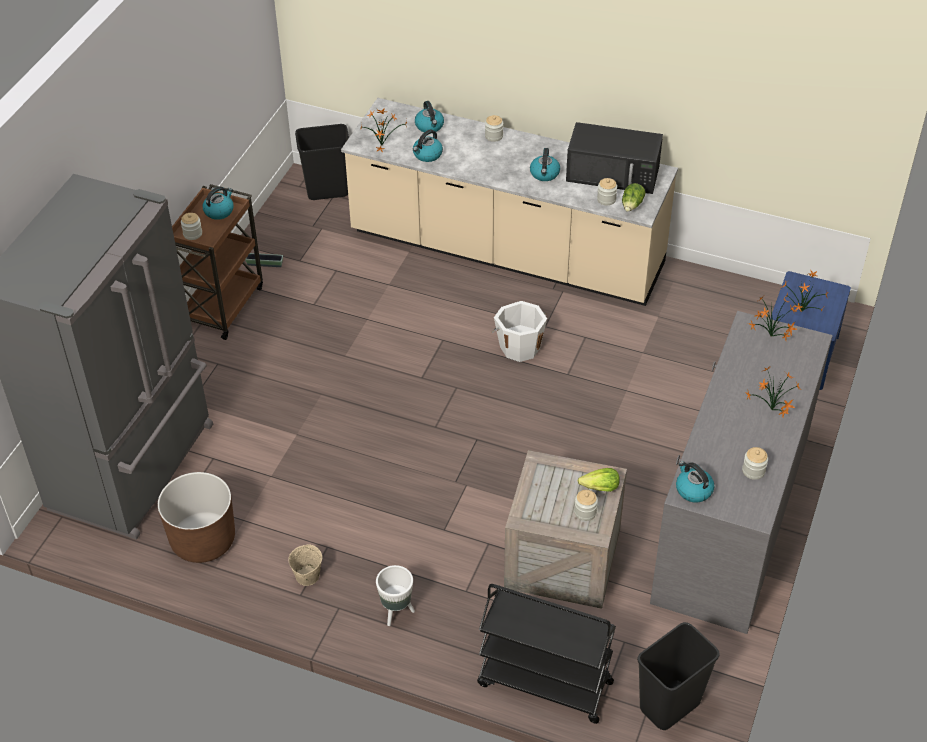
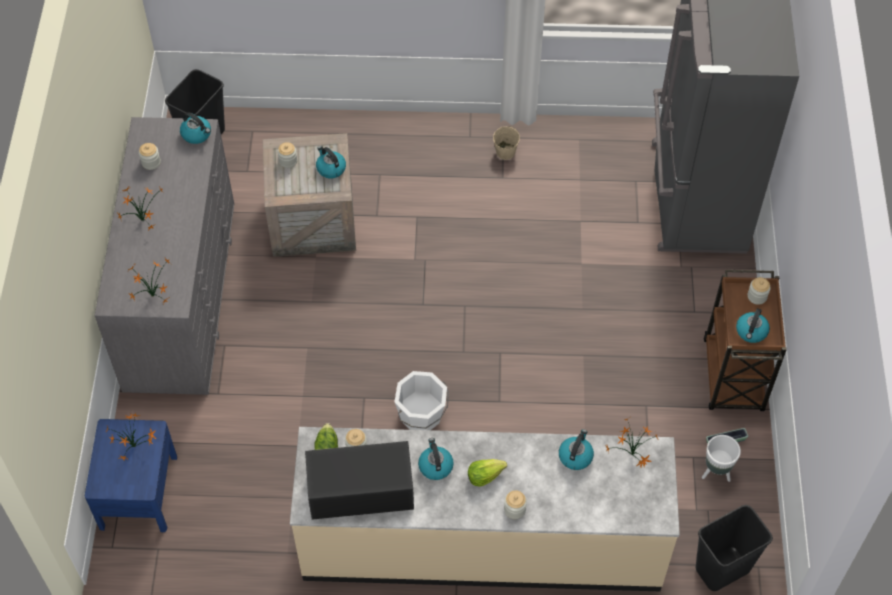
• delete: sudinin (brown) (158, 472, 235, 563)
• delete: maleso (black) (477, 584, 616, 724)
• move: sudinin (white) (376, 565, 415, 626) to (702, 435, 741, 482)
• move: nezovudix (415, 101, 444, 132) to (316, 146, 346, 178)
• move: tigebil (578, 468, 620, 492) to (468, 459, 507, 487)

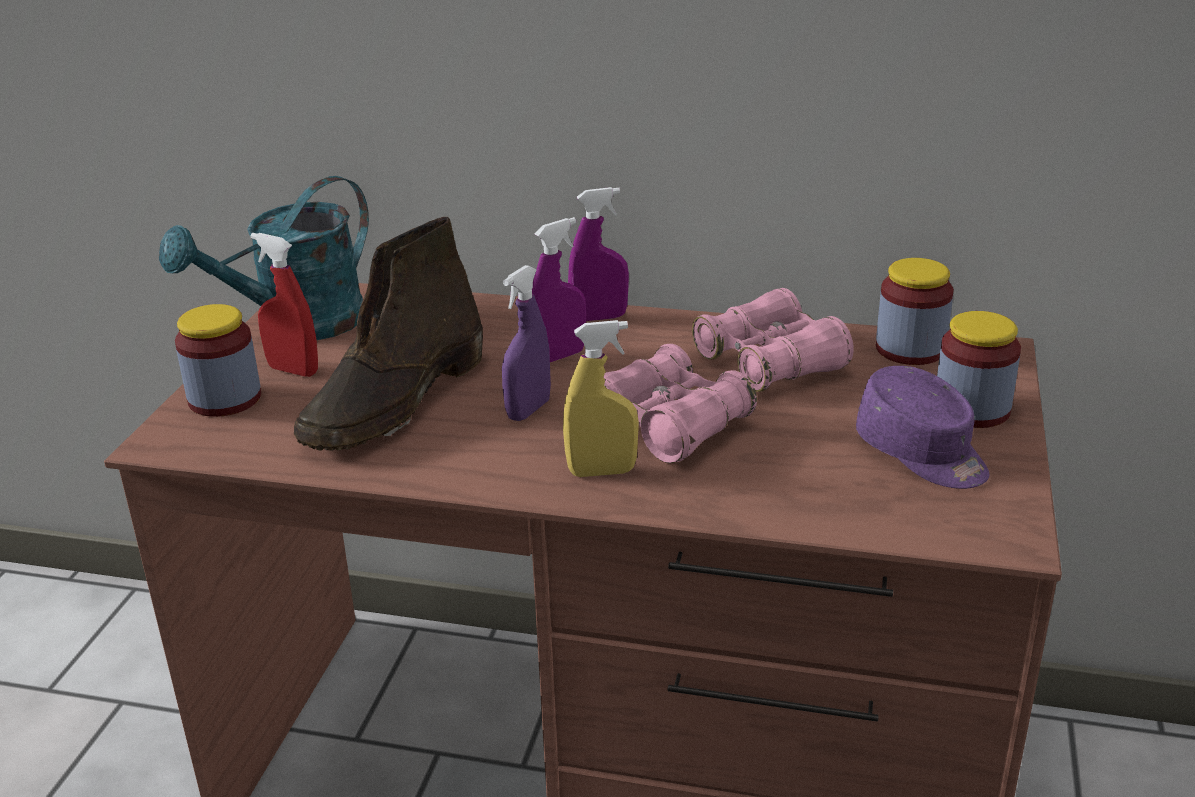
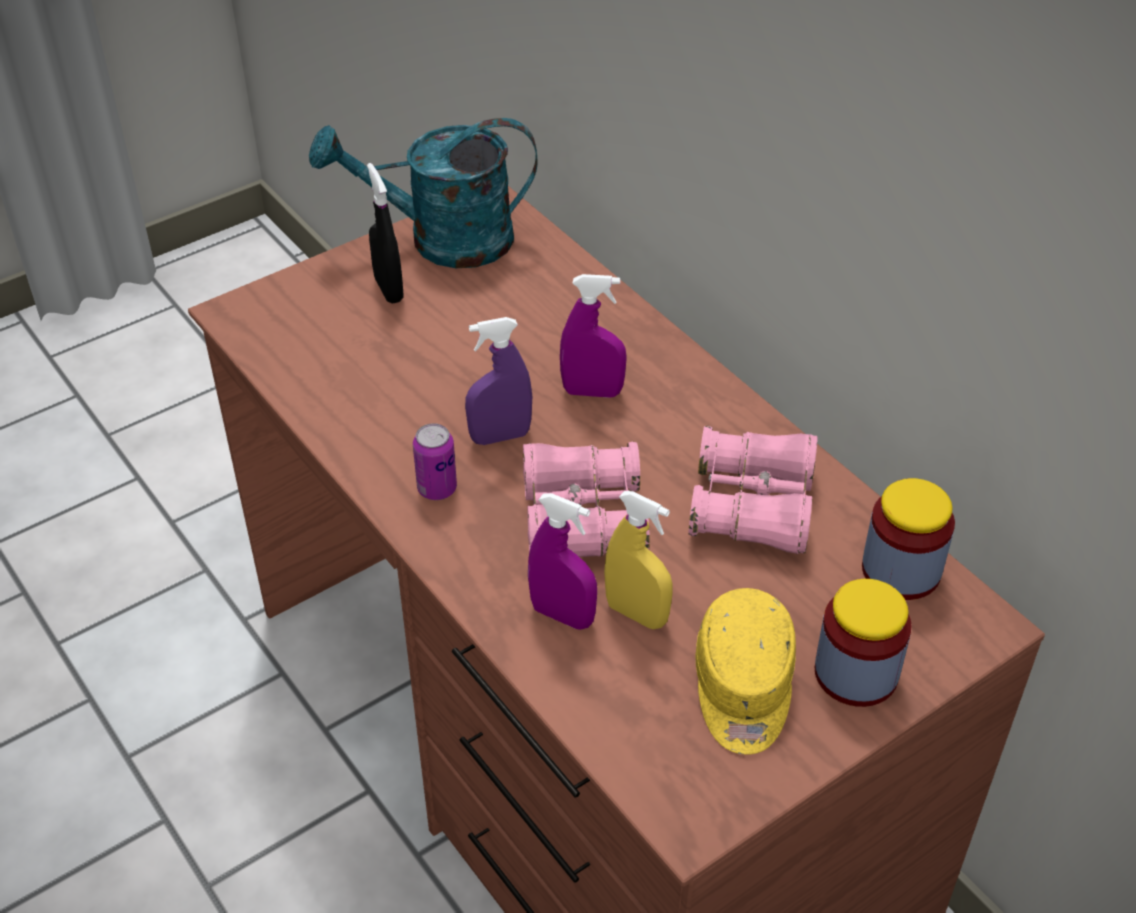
• delete: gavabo (175, 304, 261, 417)
• delete: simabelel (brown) (294, 217, 483, 451)
• insert: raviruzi (413, 423, 457, 500)
• move: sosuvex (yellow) (563, 320, 639, 477) to (604, 491, 673, 629)
• move: sosuvex (purple) (568, 187, 629, 321) to (528, 493, 597, 630)
• recolor: sosuvex (red) (250, 233, 318, 377) to sosuvex (black) (367, 163, 403, 304)
• recolor: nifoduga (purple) (856, 366, 989, 489) to nifoduga (yellow) (695, 588, 796, 755)

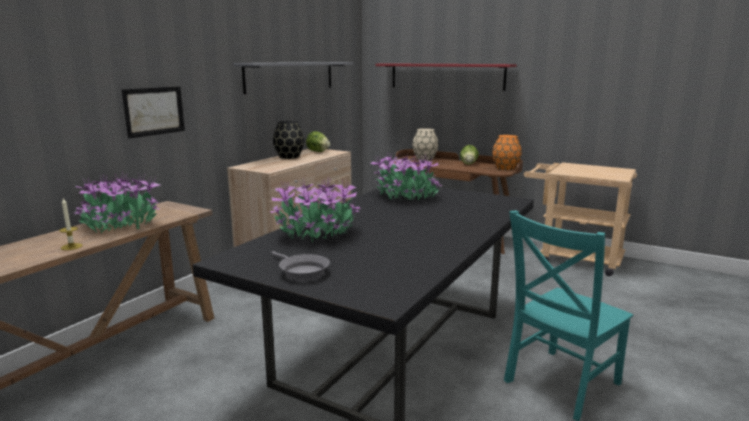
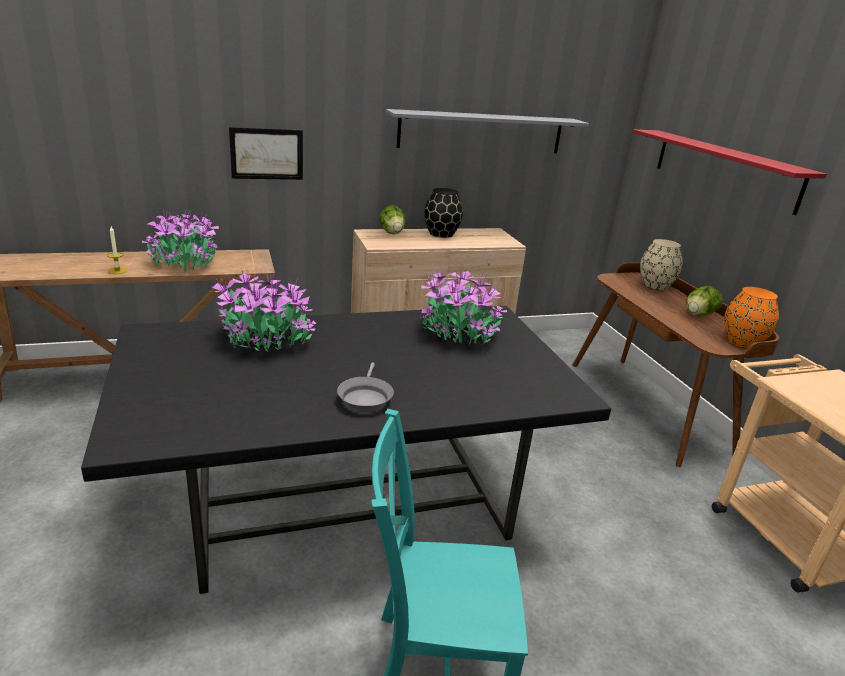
• move: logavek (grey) (271, 251, 330, 281) to (337, 363, 394, 412)
• move: tigebil (306, 131, 330, 152) to (379, 205, 406, 235)

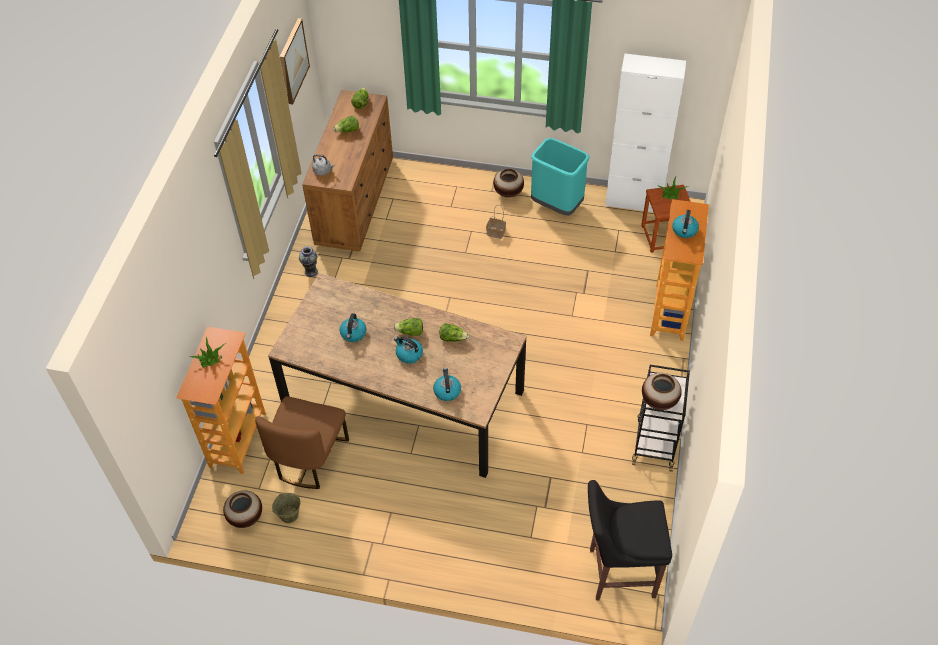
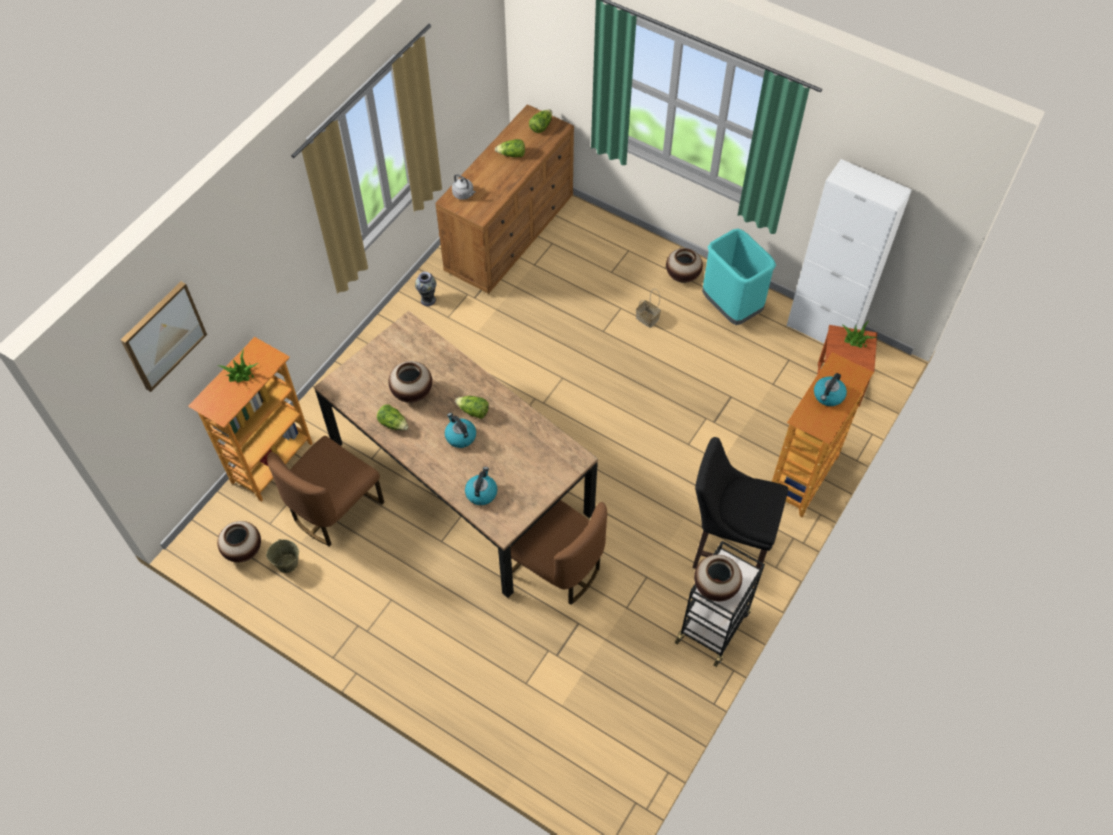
• insert: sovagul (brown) (510, 500, 607, 605)
• move: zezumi (280, 18, 310, 104) to (121, 281, 207, 392)
• move: tigebil (439, 323, 469, 342) to (377, 404, 408, 430)
• move: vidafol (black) (588, 480, 672, 601) to (692, 437, 788, 587)
• replace: nezovudix (340, 313, 366, 342) to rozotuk (388, 361, 432, 403)

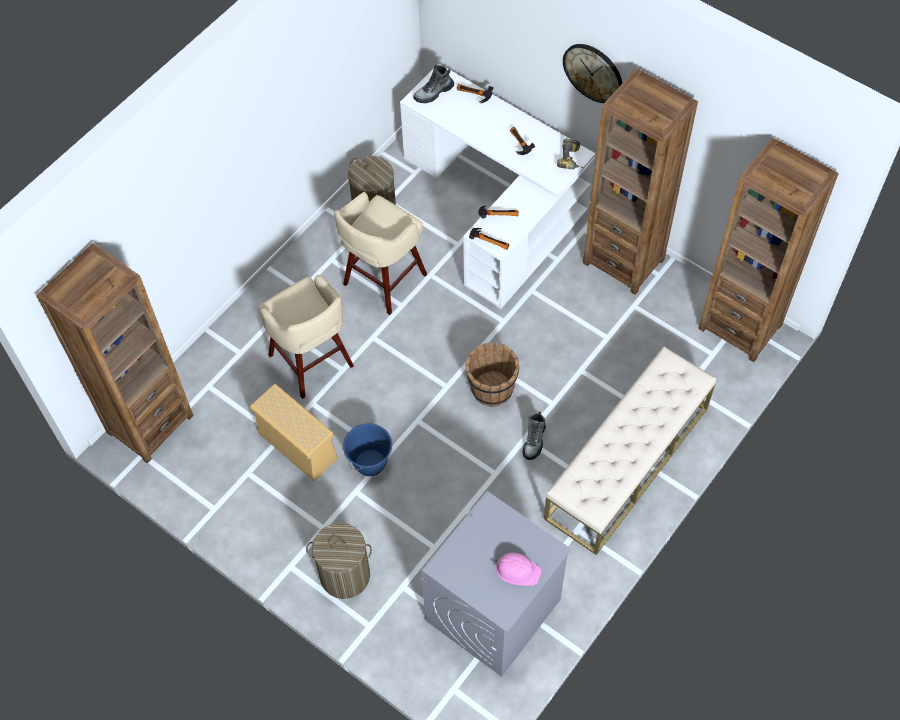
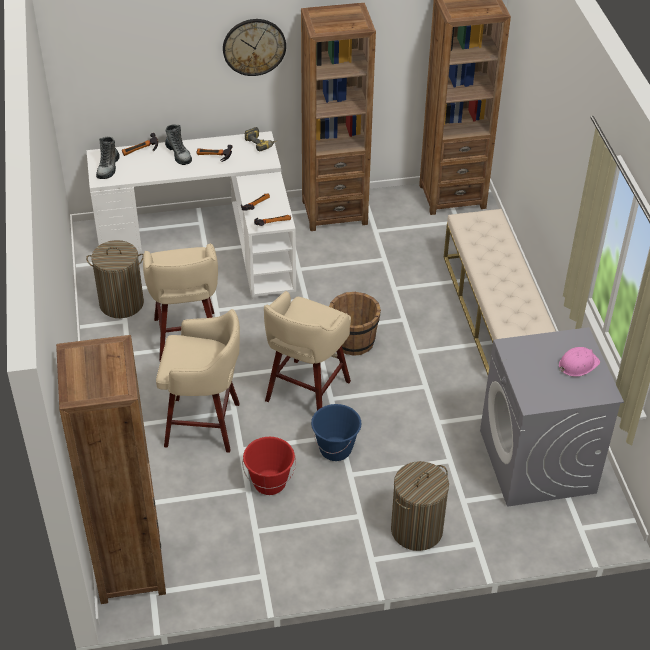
• insert: vidafol (beige) (264, 291, 351, 410)
• move: simabelel (523, 412, 546, 460) to (165, 124, 192, 165)
• replace: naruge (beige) (250, 384, 338, 481) to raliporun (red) (242, 437, 296, 495)

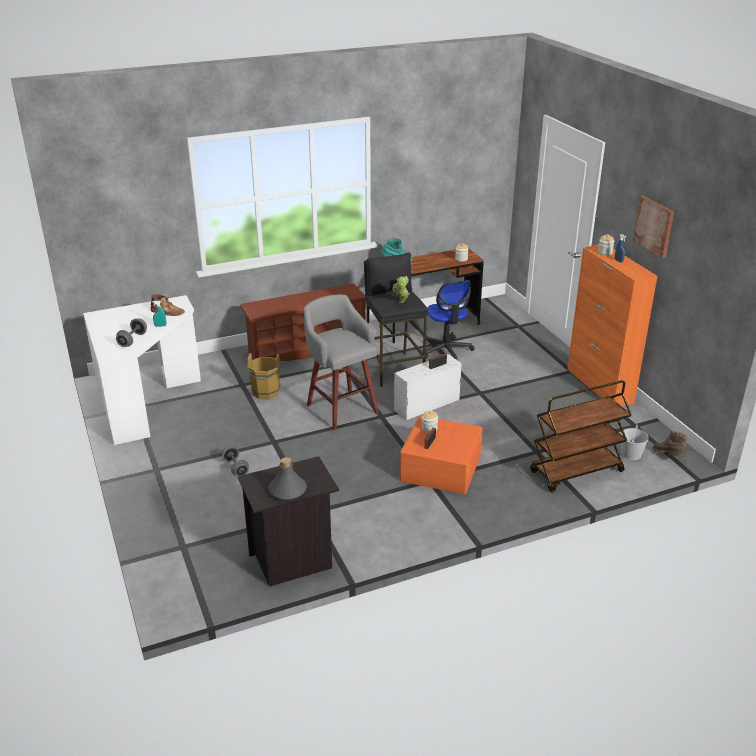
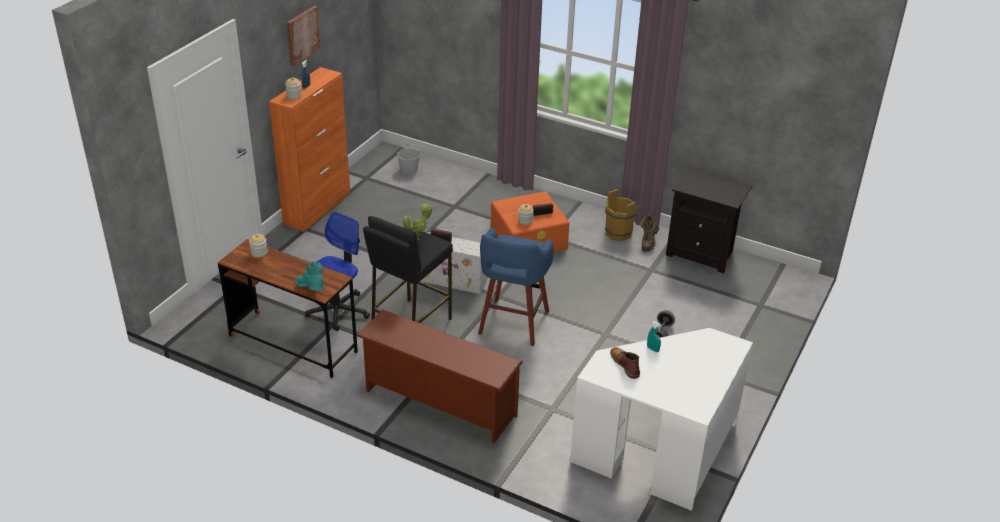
• delete: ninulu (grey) (116, 318, 147, 347)
• delete: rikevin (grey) (268, 457, 307, 500)
• delete: maleso (brown) (530, 380, 632, 492)
• move: raliporun (brown) (246, 353, 281, 400) to (605, 189, 640, 241)
• move: simabelel (brown) (653, 431, 687, 457) to (639, 214, 659, 252)
• recolor: vidafol (grey) (304, 295, 379, 430) to vidafol (blue) (478, 228, 554, 346)

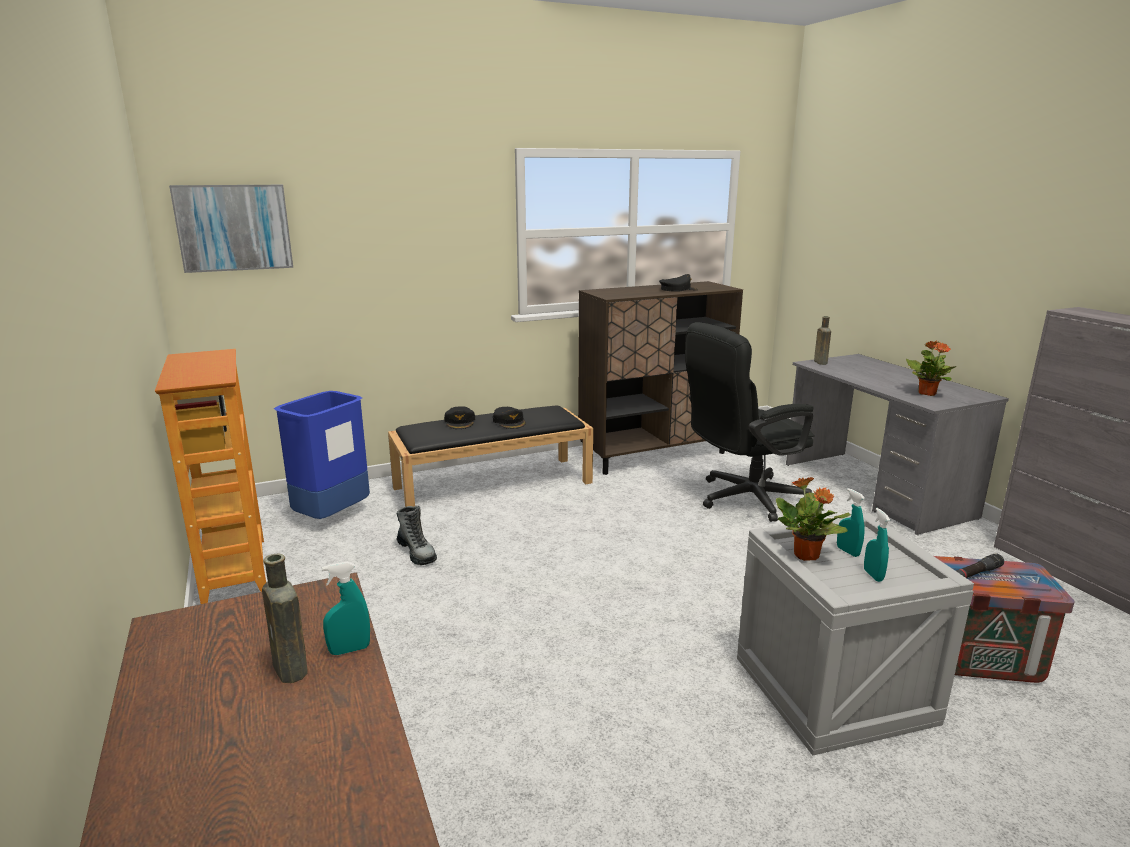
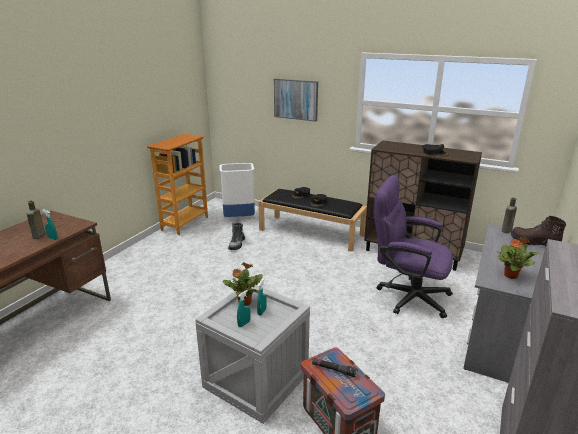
• insert: simabelel (brown) (511, 216, 566, 246)
• move: zezumi (169, 185, 293, 273) to (274, 79, 318, 121)
• recolor: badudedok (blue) (274, 391, 370, 519) to badudedok (white) (219, 163, 255, 217)
• recolor: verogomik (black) (685, 322, 814, 522) to verogomik (purple) (373, 175, 453, 318)

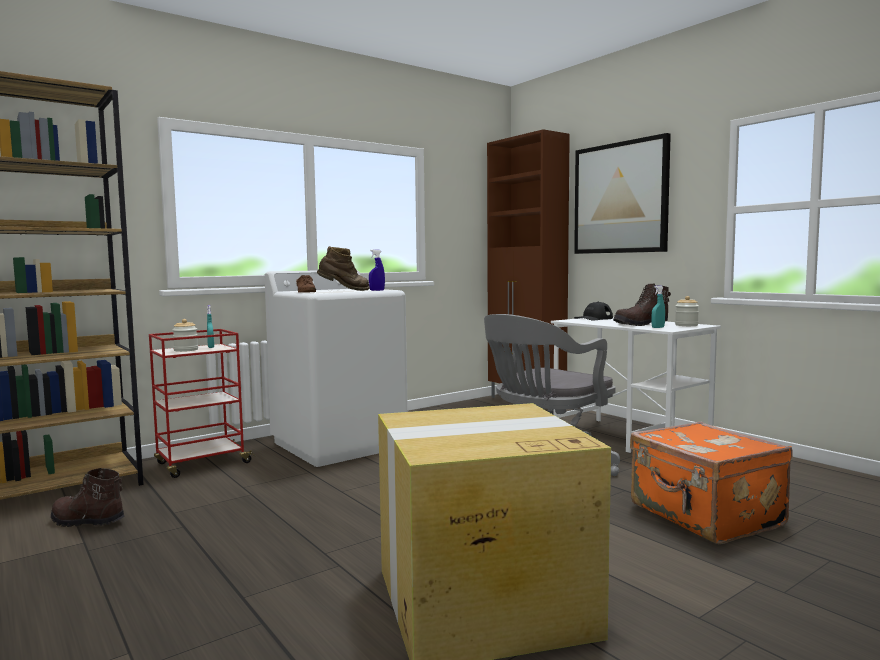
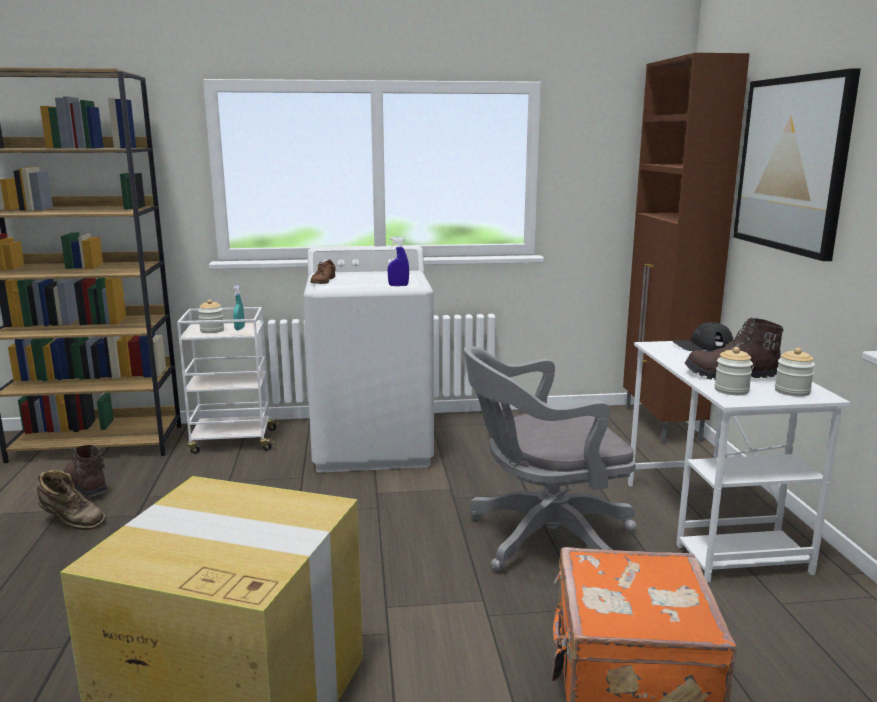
• move: simabelel (brown) (317, 246, 370, 291) to (37, 470, 106, 530)
• replace: sosuvex (turquoise) (651, 286, 665, 328) to gavabo (714, 347, 753, 395)
• recolor: maleso (red) (149, 329, 255, 478) to maleso (white) (177, 307, 280, 454)

